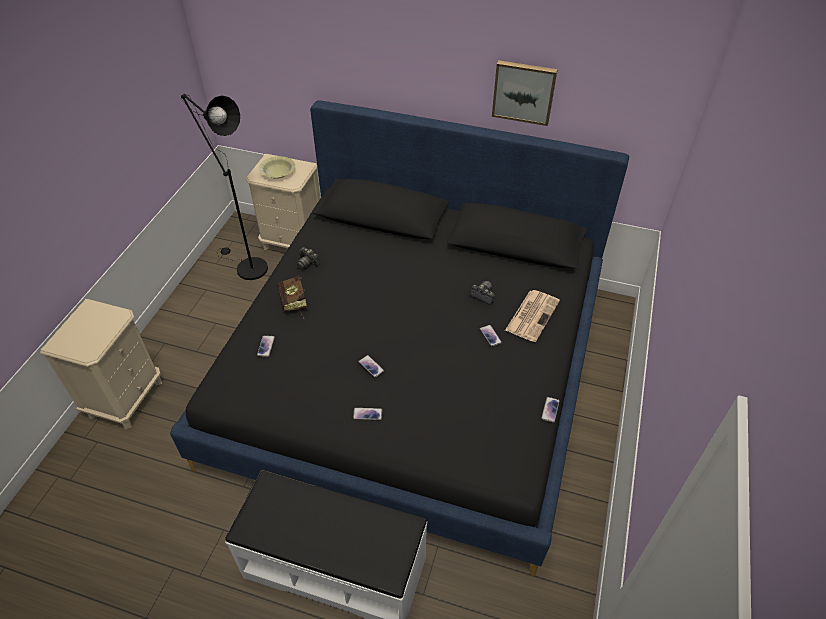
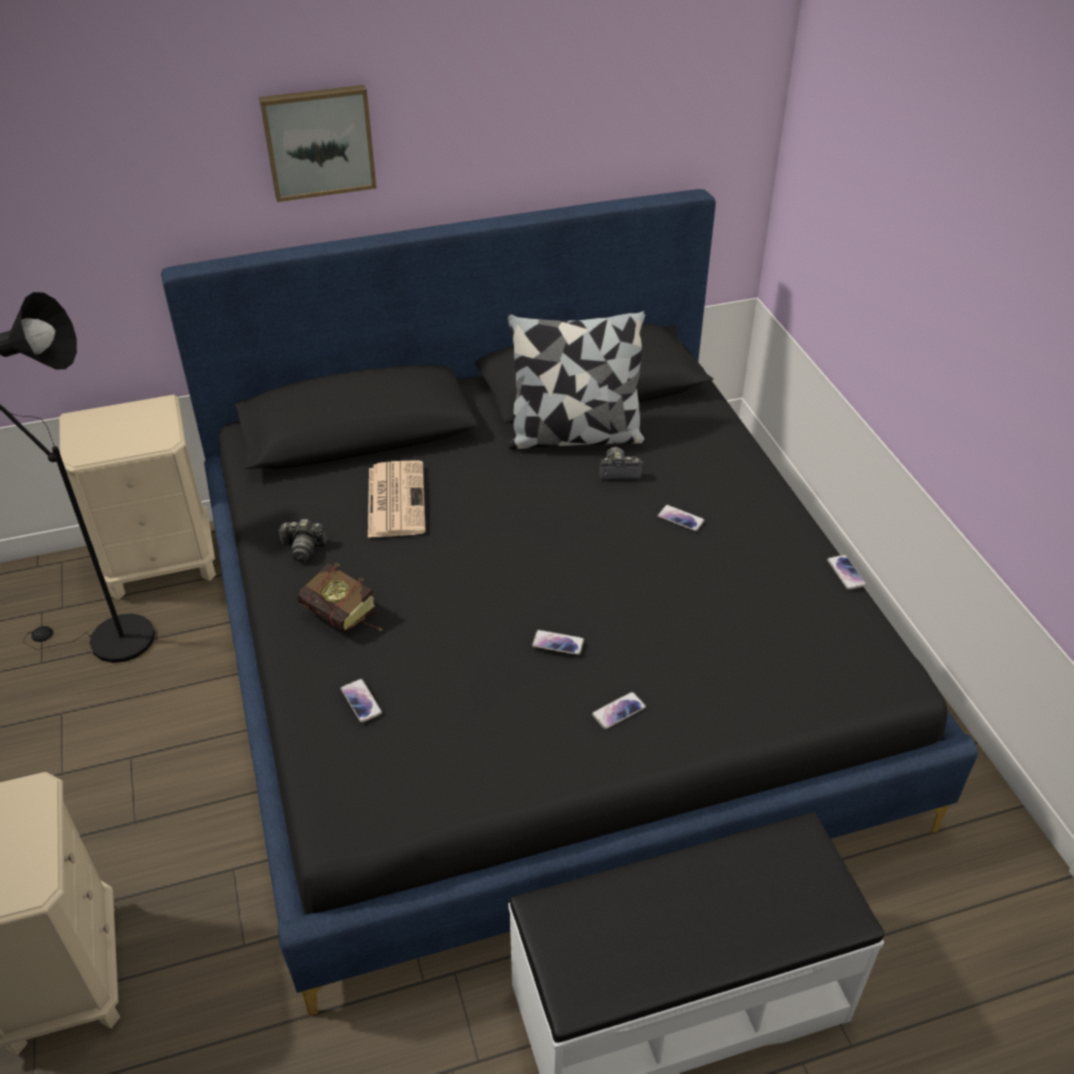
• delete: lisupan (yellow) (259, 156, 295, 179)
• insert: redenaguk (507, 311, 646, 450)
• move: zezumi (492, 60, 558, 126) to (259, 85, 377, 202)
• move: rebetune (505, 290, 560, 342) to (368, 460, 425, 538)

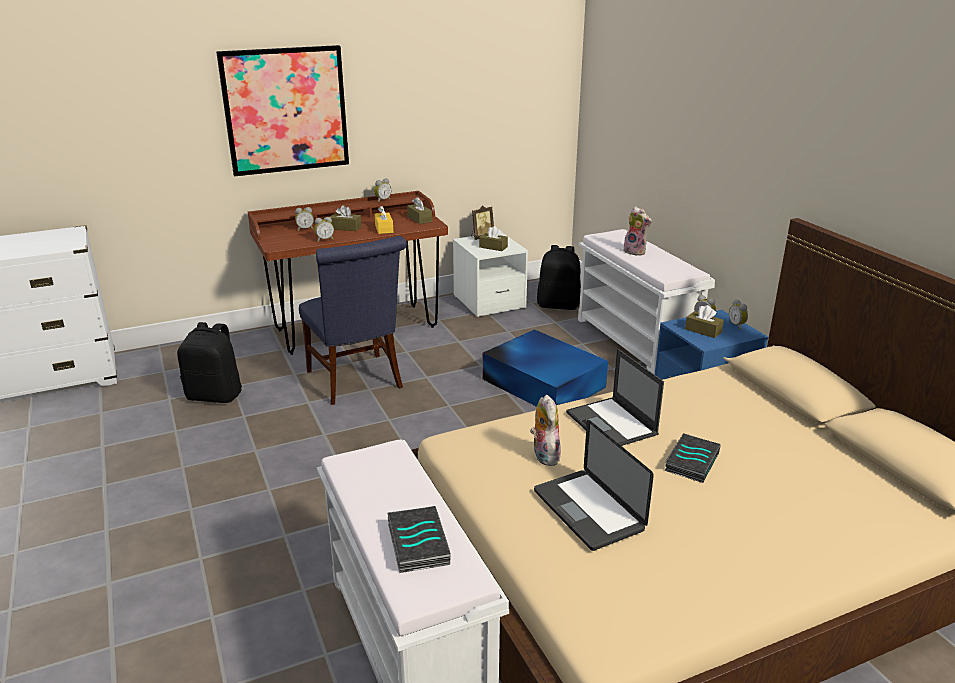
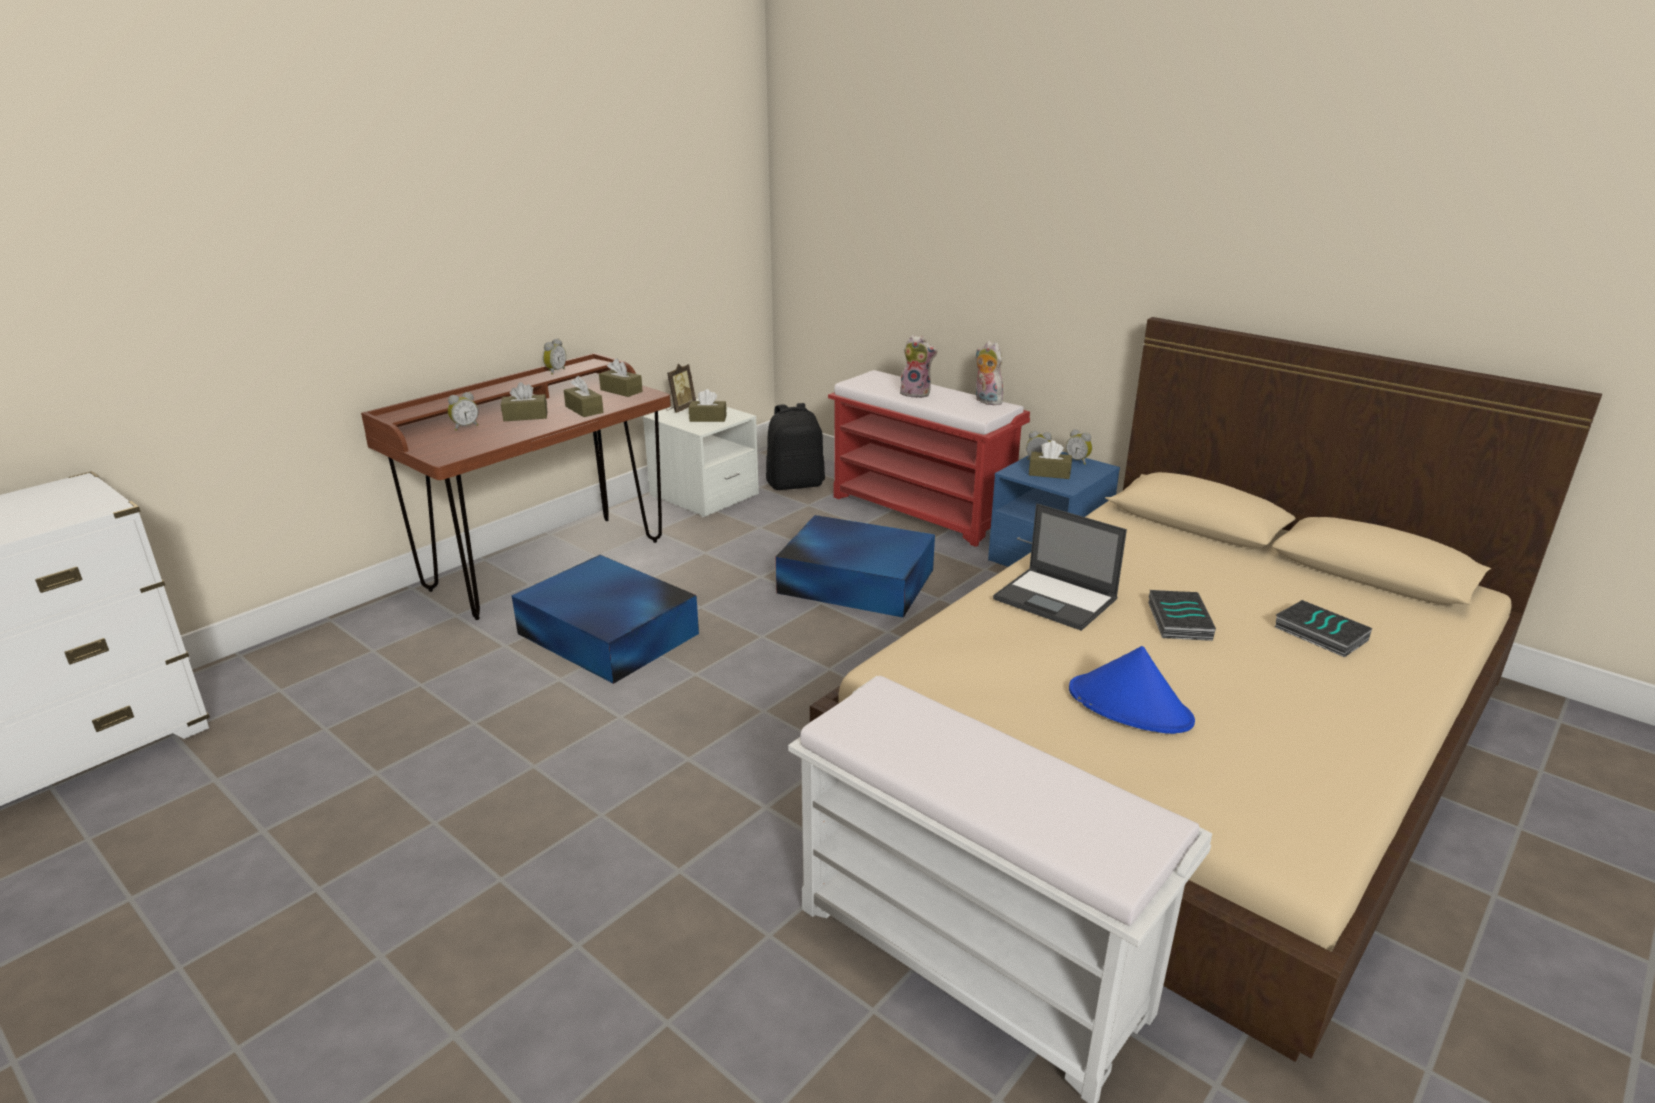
• delete: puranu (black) (177, 322, 242, 403)
• delete: zezumi (216, 45, 349, 176)
• delete: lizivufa (314, 217, 334, 242)
• move: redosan (387, 506, 451, 573) to (1275, 600, 1372, 657)
• move: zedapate (530, 395, 561, 466) to (976, 341, 1003, 405)
• replace: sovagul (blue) (299, 236, 407, 405) to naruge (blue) (512, 555, 699, 684)
• replace: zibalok (534, 420, 654, 551) to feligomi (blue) (1069, 646, 1195, 734)
• recolor: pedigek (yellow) (375, 206, 393, 234) to pedigek (brown) (564, 376, 603, 417)
• recolor: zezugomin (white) (578, 229, 715, 375) to zezugomin (red) (828, 370, 1030, 547)

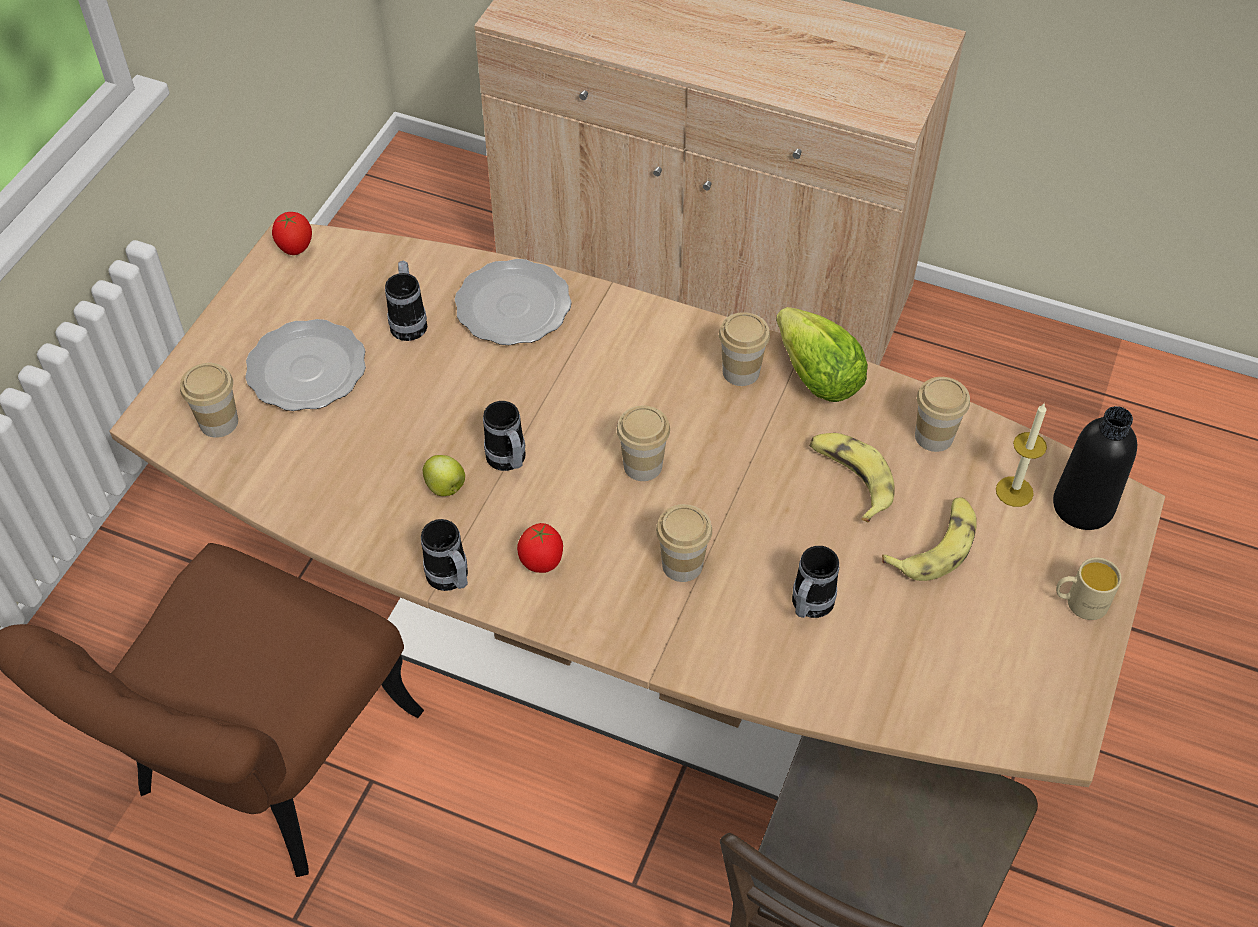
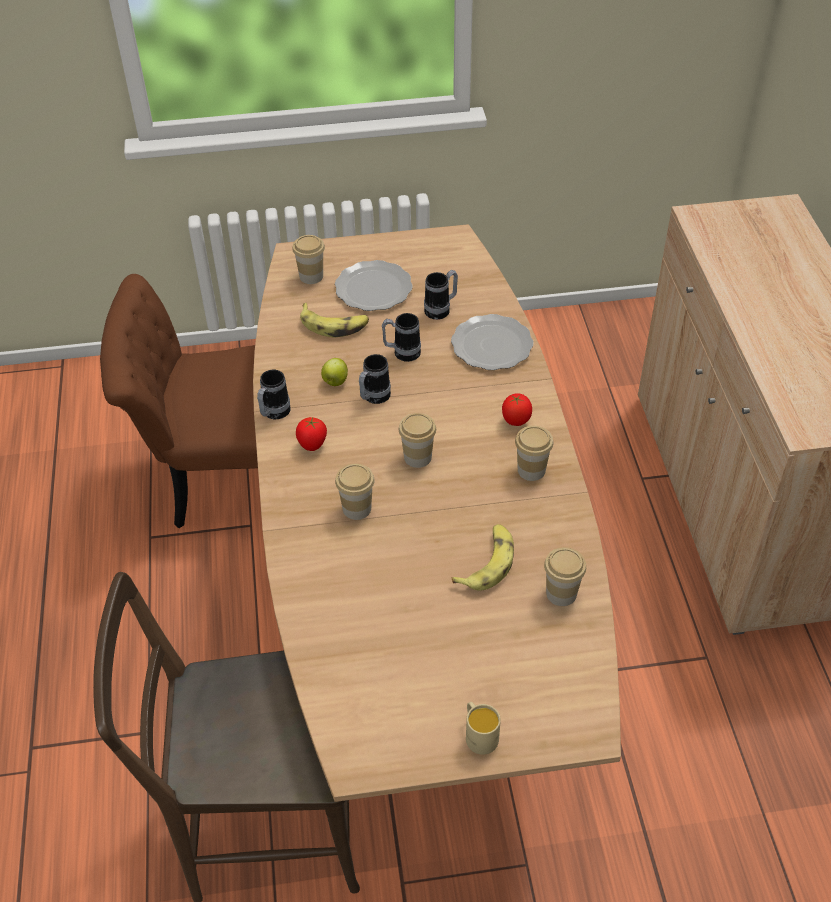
• delete: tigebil (776, 307, 868, 402)
• delete: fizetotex (996, 404, 1047, 507)
• delete: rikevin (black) (1053, 406, 1137, 530)
• move: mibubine (272, 212, 312, 255) to (502, 393, 532, 426)
• move: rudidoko (792, 546, 839, 618) to (382, 313, 421, 362)
• move: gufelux (882, 497, 977, 581) to (300, 303, 369, 338)

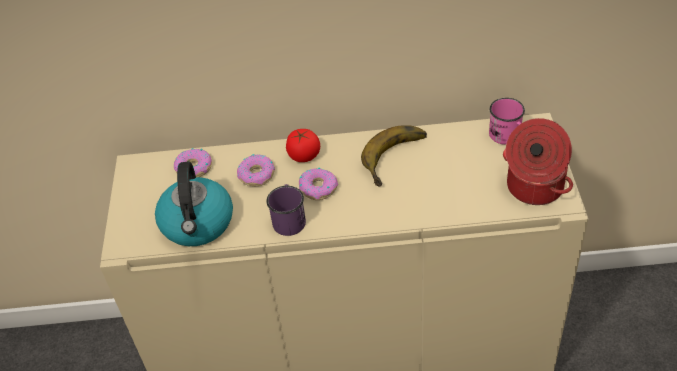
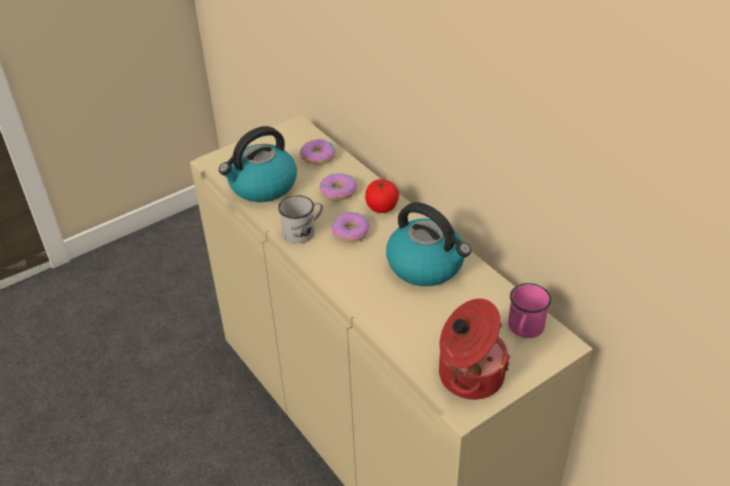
• replace: gufelux (361, 125, 427, 187) to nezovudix (386, 202, 471, 286)
• recolor: rudidoko (purple) (266, 184, 306, 236) to rudidoko (white) (278, 195, 323, 244)

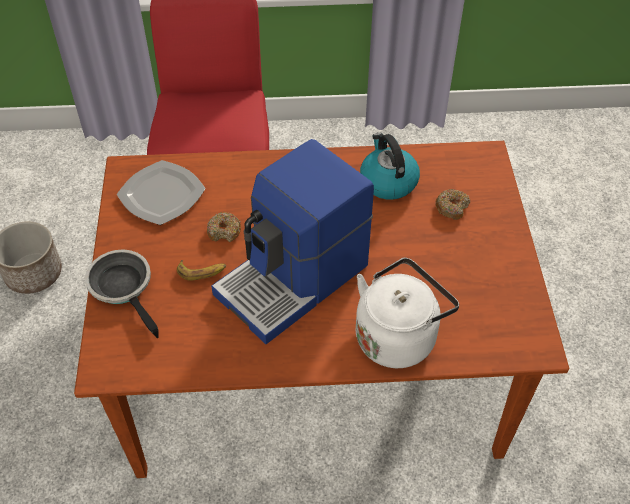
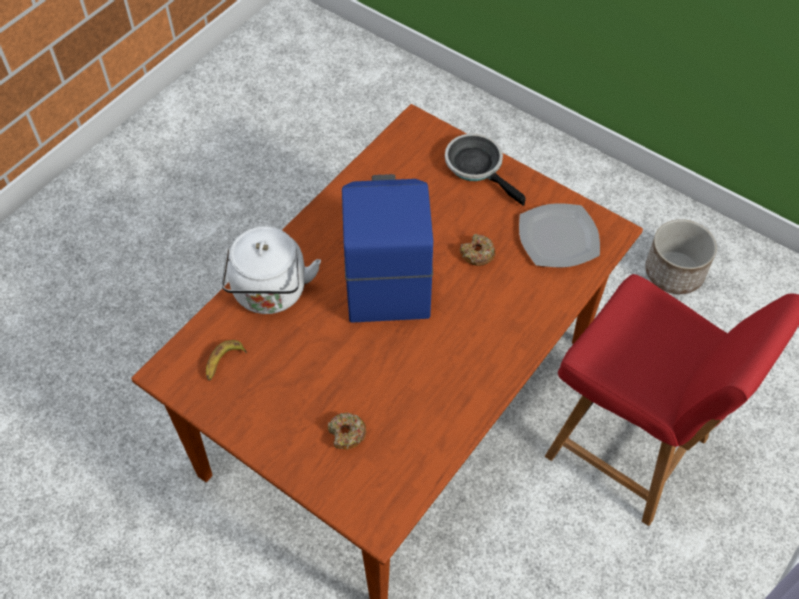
• delete: nezovudix (360, 133, 420, 200)
• move: gufelux (177, 260, 226, 281) to (206, 340, 247, 381)
• rotate: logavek (85, 249, 159, 338) = (445, 133, 526, 206) 135 degrees counterclockwise

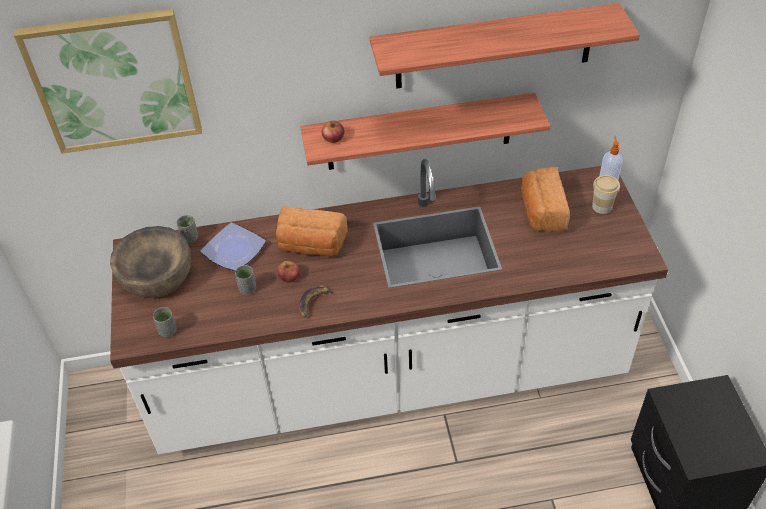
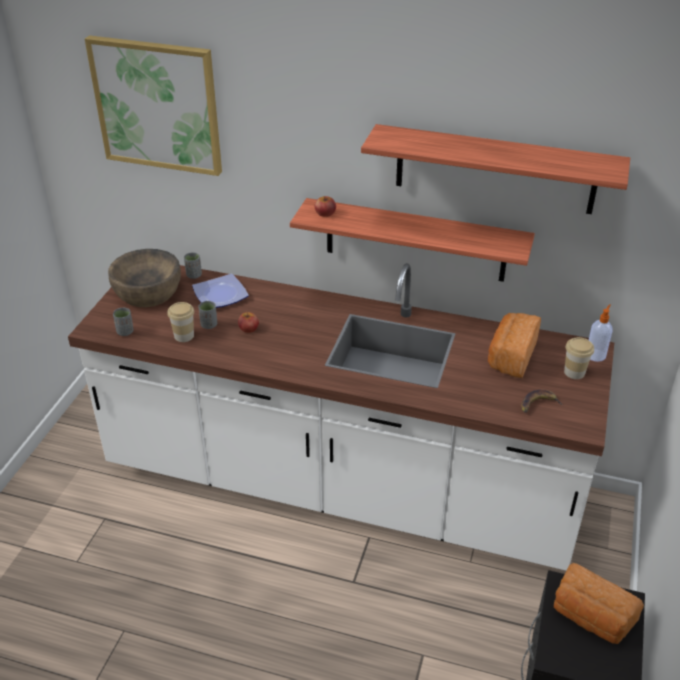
• insert: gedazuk (167, 302, 194, 342)
• move: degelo (276, 207, 348, 256) to (554, 563, 644, 644)
• move: gufelux (299, 285, 336, 317) to (521, 389, 564, 413)

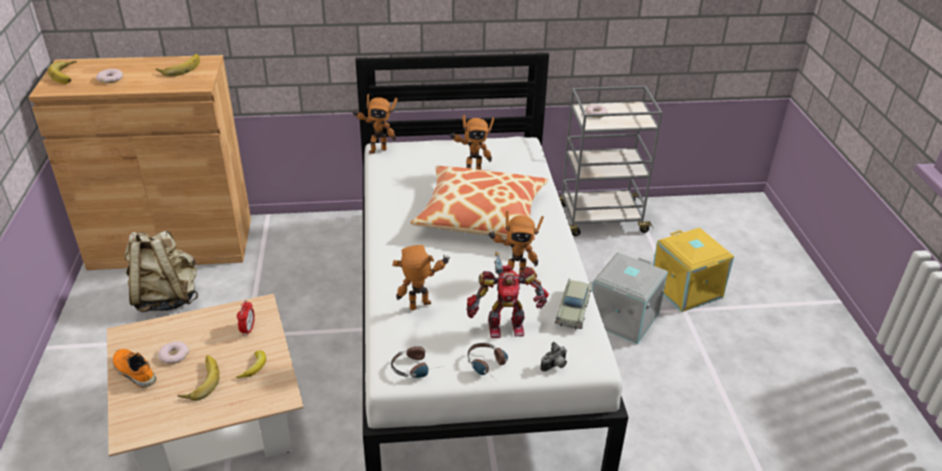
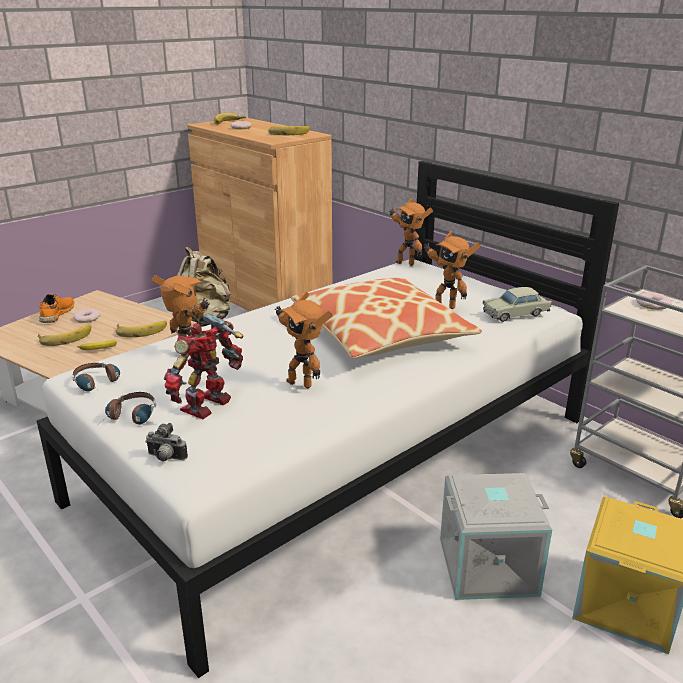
• move: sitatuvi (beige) (555, 278, 591, 329) to (483, 287, 552, 322)
• replace: lizivufa (237, 300, 255, 336) to gufelux (116, 321, 167, 338)
• rotate: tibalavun (467, 251, 549, 338) = (164, 313, 244, 419) 75 degrees clockwise

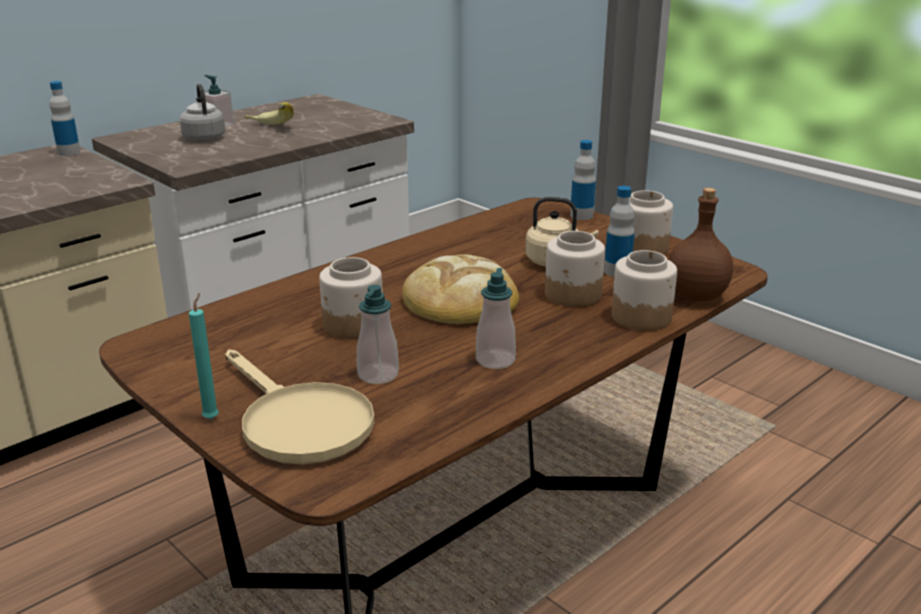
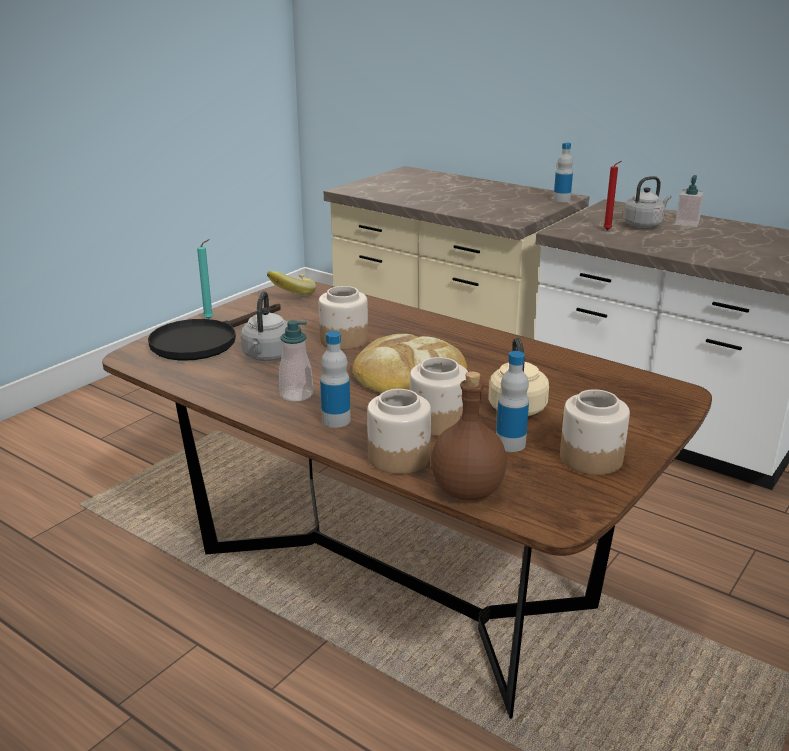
• insert: fizetotex (red) (603, 161, 622, 230)
• move: gufelux (245, 102, 294, 125) to (267, 271, 316, 295)
• move: rikevin (570, 140, 596, 220) to (320, 331, 351, 428)
• replace: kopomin (357, 285, 399, 384) to nezovudix (grey) (241, 291, 288, 361)
• recolor: logavek (beige) (225, 349, 375, 464) to logavek (black) (148, 304, 280, 361)

